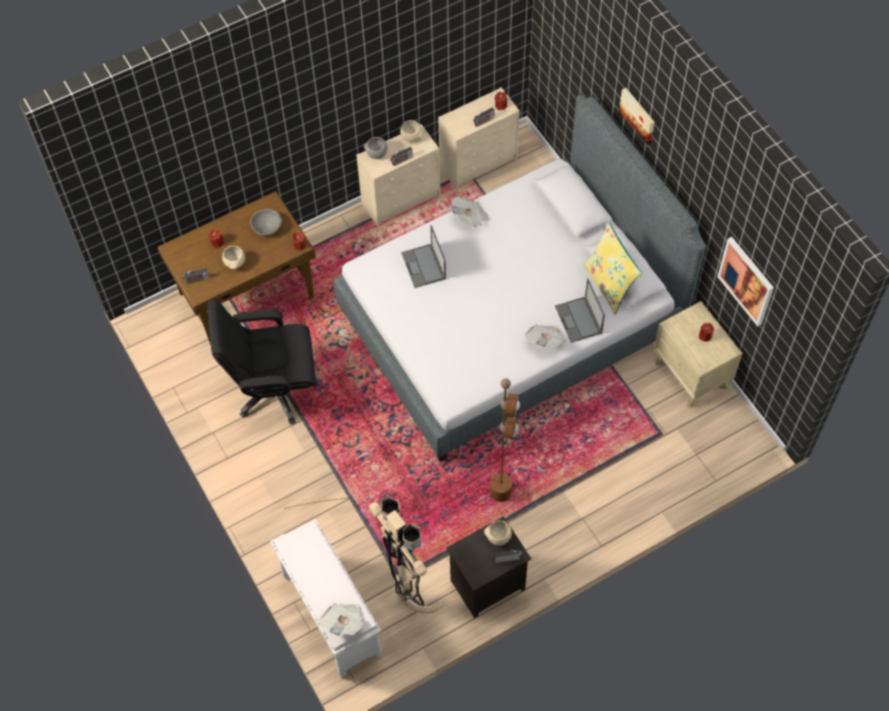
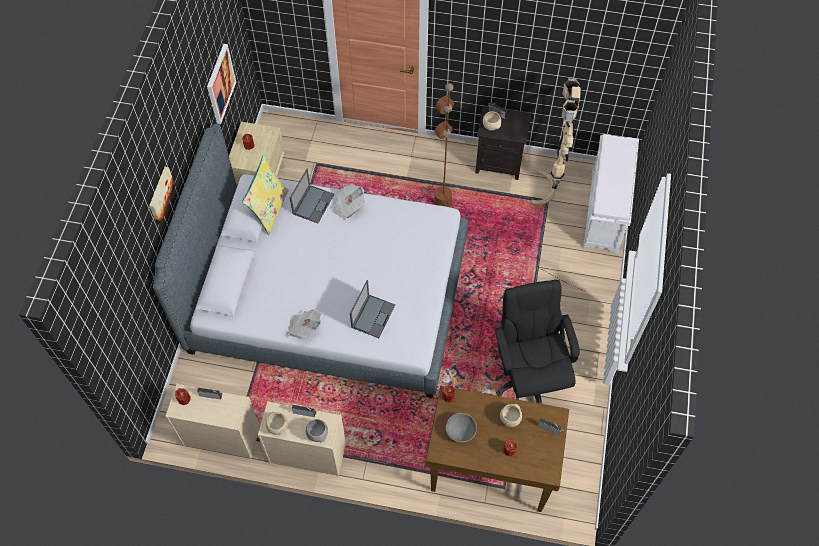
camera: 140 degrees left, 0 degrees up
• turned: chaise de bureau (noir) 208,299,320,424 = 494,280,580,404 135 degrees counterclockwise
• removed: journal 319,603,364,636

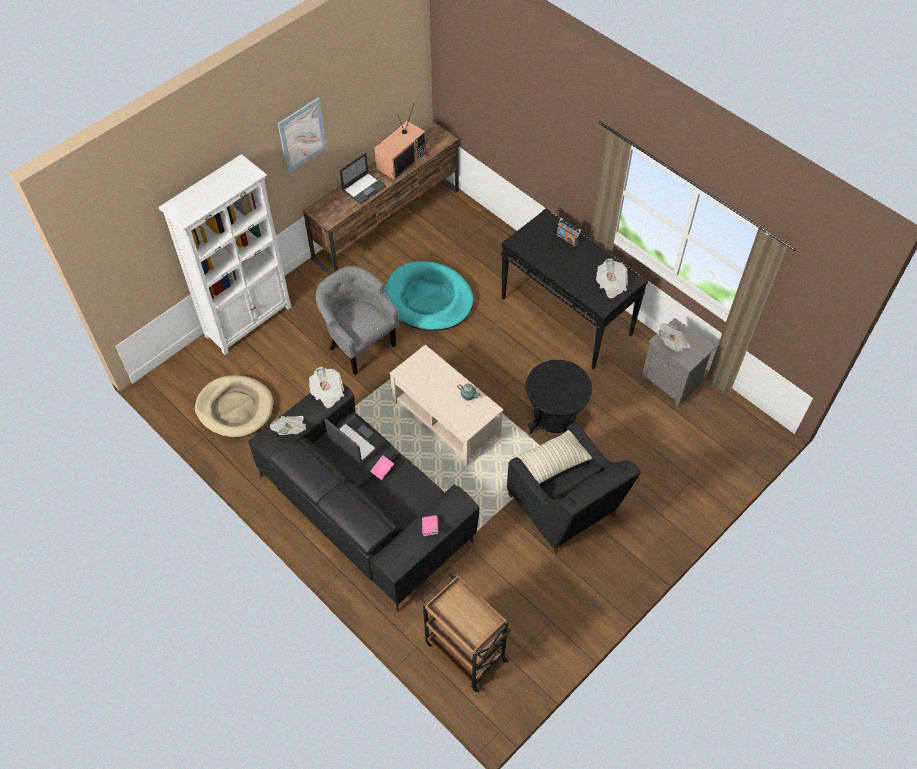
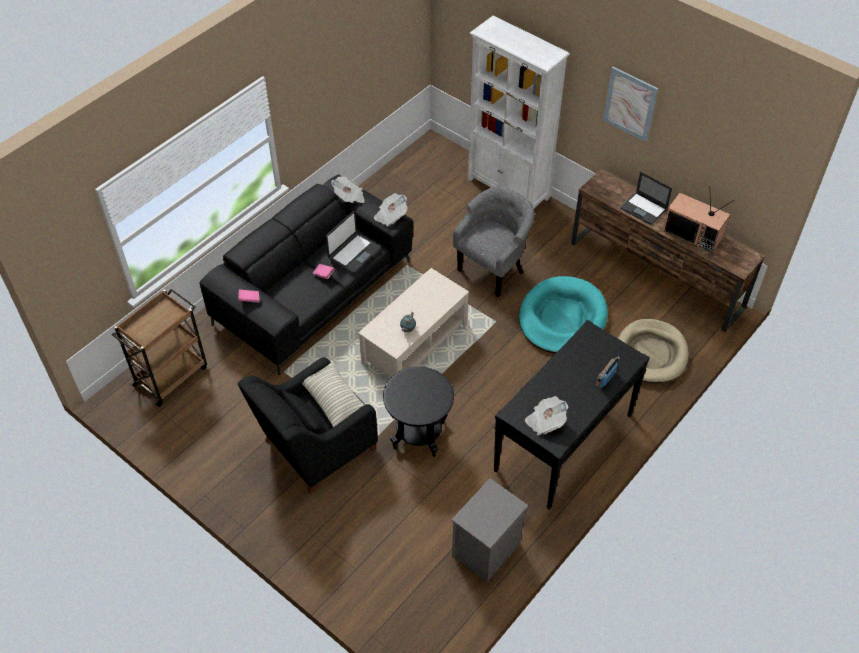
camera: 85 degrees right, 5 degrees down
• moved: panier pour chien (beige) 195,375,274,438 to 618,319,689,383
• removed: journal 657,323,690,352

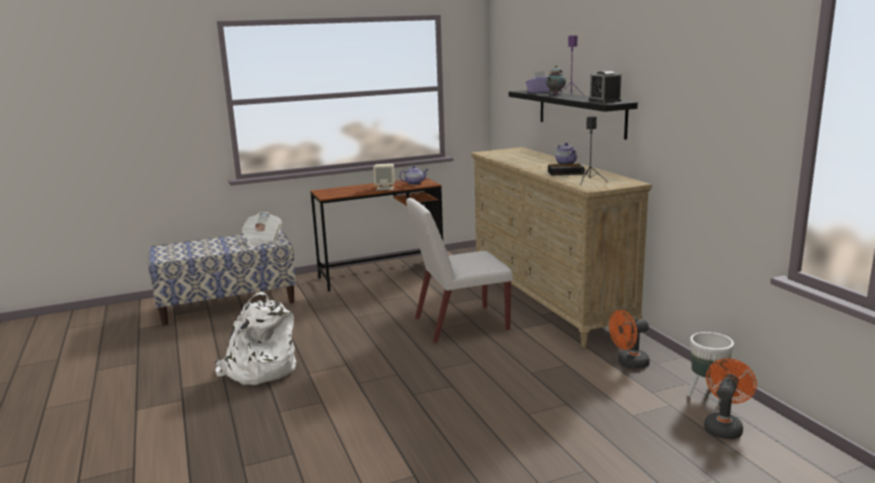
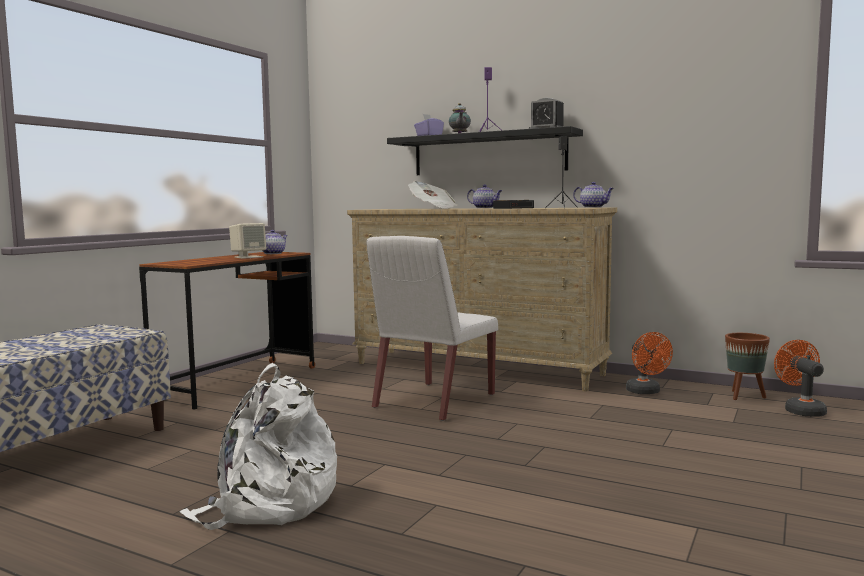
camera: 40 degrees left, 10 degrees down
• moved: journal 241,212,282,247 to 408,181,457,209
• added: théière 573,182,614,208
• turned: ventilateur (orange) 609,310,650,369 = 626,332,673,394 45 degrees counterclockwise
• recoloured: cache-pot (blanc) 687,332,734,402 to cache-pot (marron) 725,333,770,400

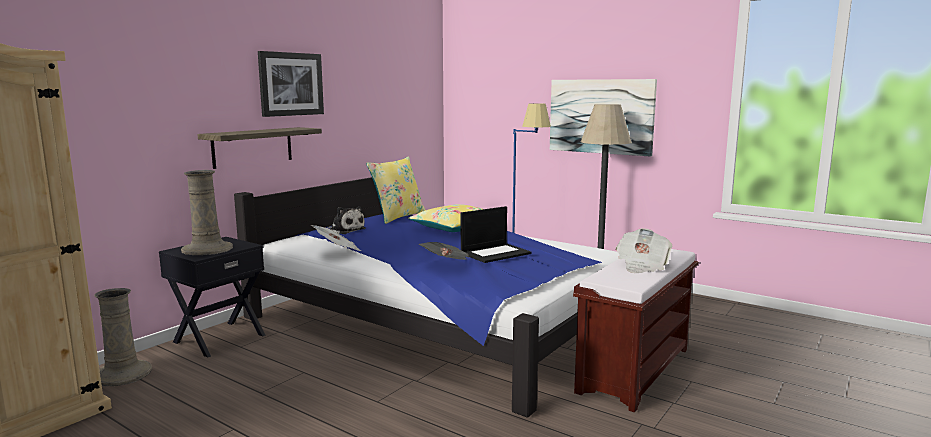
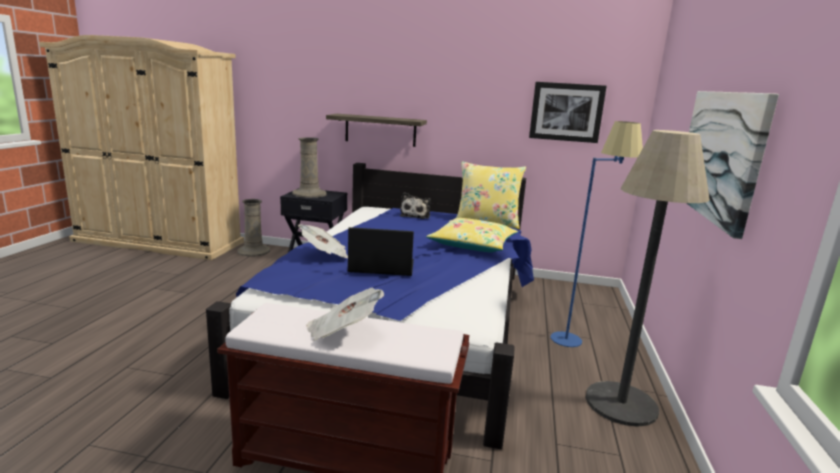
camera: 65 degrees right, 5 degrees up
• turned: ordinateur portable 461,206,532,263 = 348,227,414,276 150 degrees clockwise
• moved: tableau 258,51,324,117 to 529,82,607,143
• removed: journal 311,225,361,251

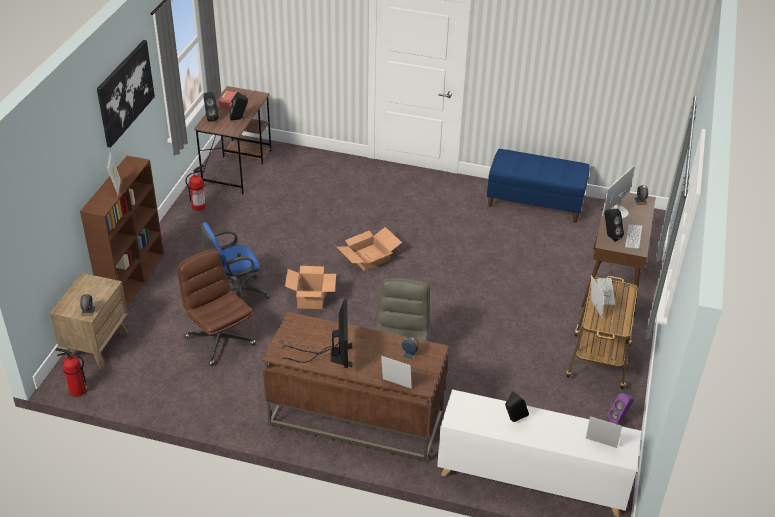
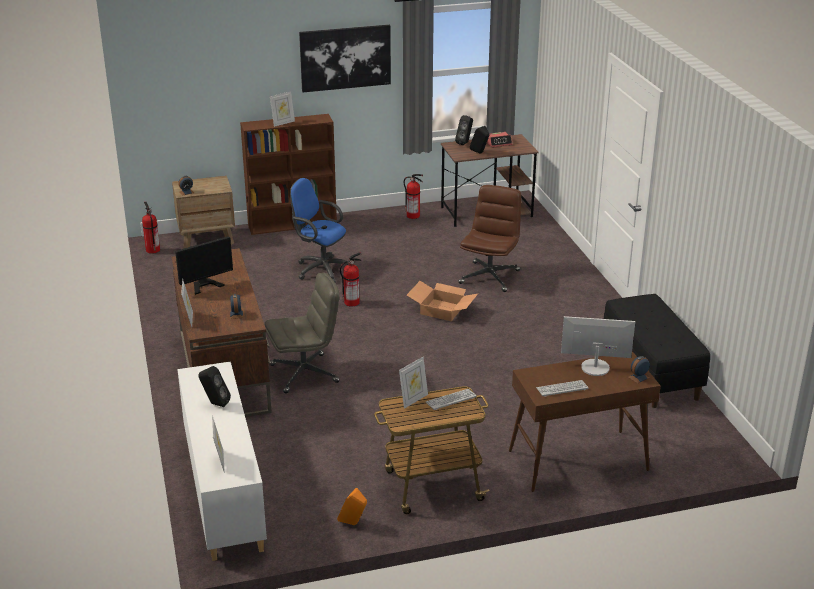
camera: 60 degrees right, 10 degrees down
• recoloured: enceinte (violet) 606,393,634,424 to enceinte (orange) 337,488,367,525
• replaced: carton 285,266,336,309 to extincteur 340,253,362,307
• moved: chaise de bureau (marron) 177,248,256,366 to 459,185,521,292
• recoloured: banc (bleu) 487,149,590,223 to banc (noir) 604,294,710,408
• removed: enceinte (noir) 604,209,624,242

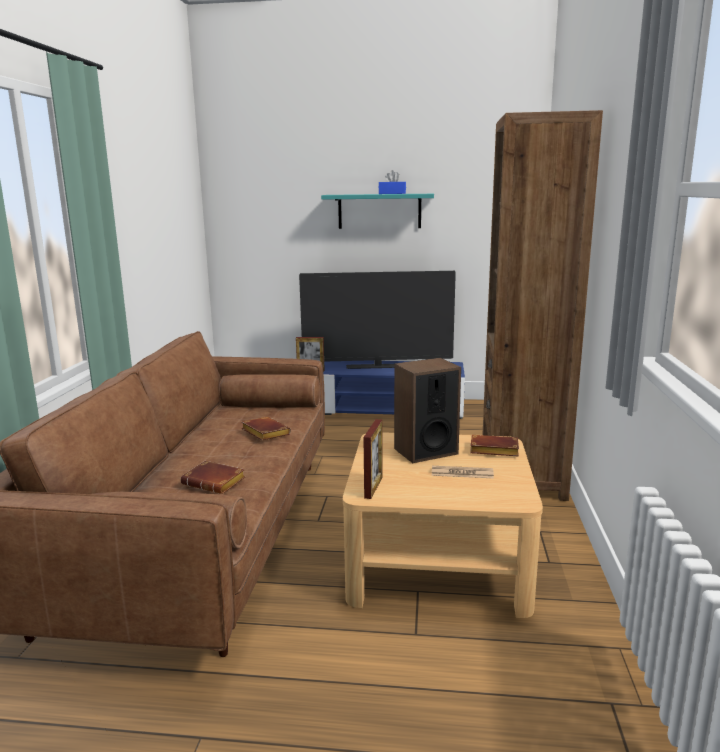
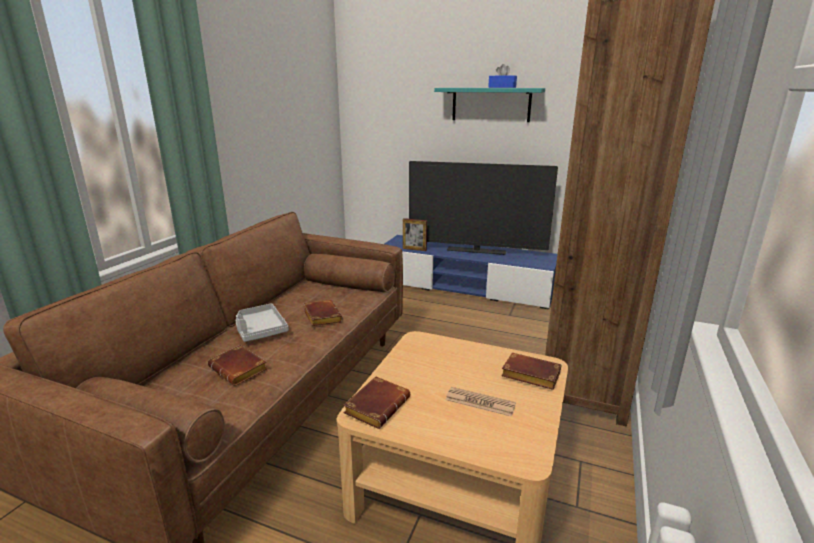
camera: 15 degrees right, 5 degrees up
• added: plateau (gris) 236,303,289,342
• replaced: cadre photo 363,419,383,499 to livre (marron) 343,376,410,429
• removed: enceinte 394,358,461,463

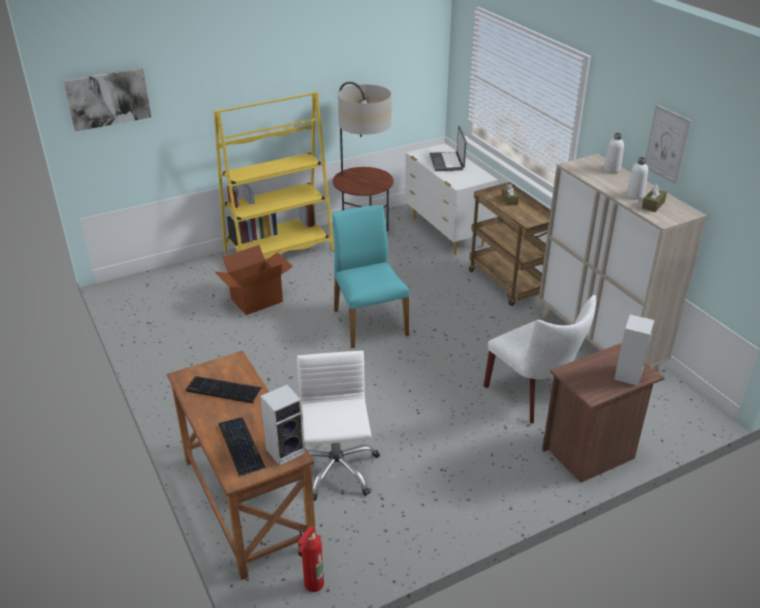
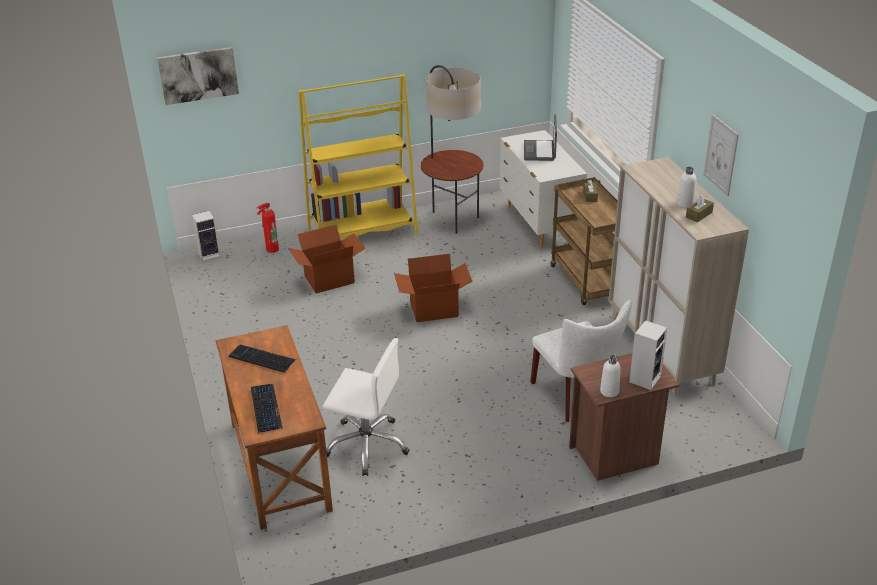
camera: 10 degrees right, 0 degrees up
• moved: enceinte 260,385,305,466 to 191,211,220,261
• moved: extincteur 297,526,324,592 to 257,203,279,253
• turned: chaise de bureau (blanc) 297,351,380,501 = 322,338,410,476 105 degrees clockwise
• replaced: chaise (turquoise) 332,205,409,348 to carton 394,254,473,322
• moved: bouteille (blanc) 604,133,624,173 to 600,355,621,397

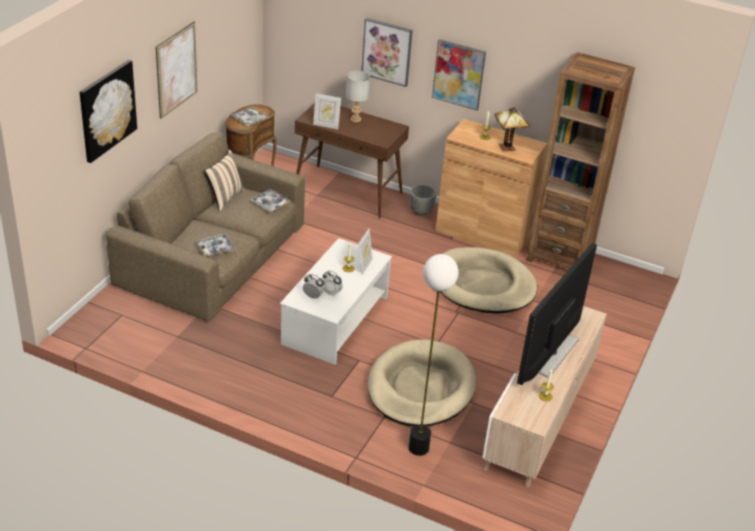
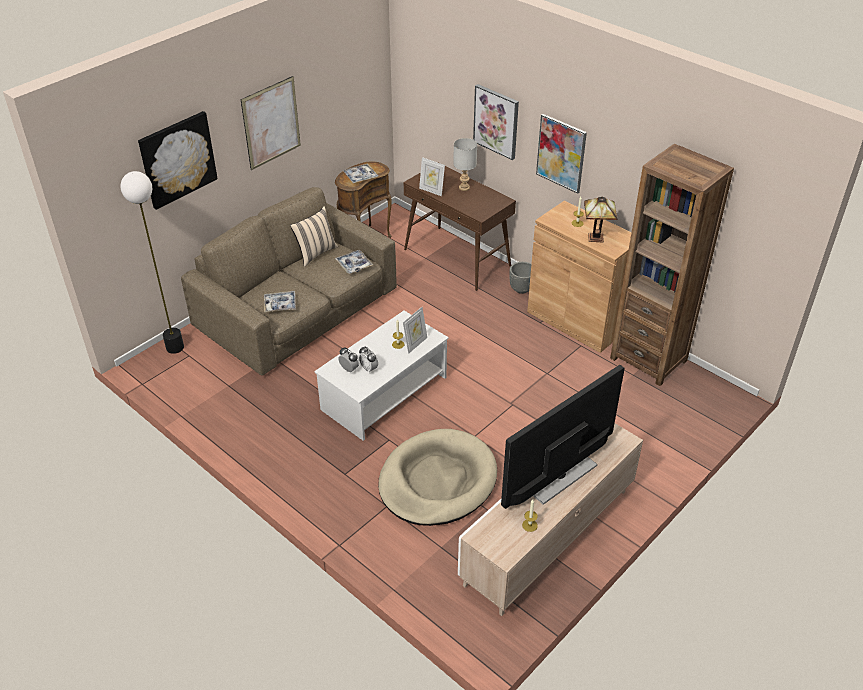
camera: 20 degrees right, 5 degrees up
• moved: lampadaire 409,254,458,456 to 121,171,184,354
• removed: panier pour chien (beige) 439,247,537,313

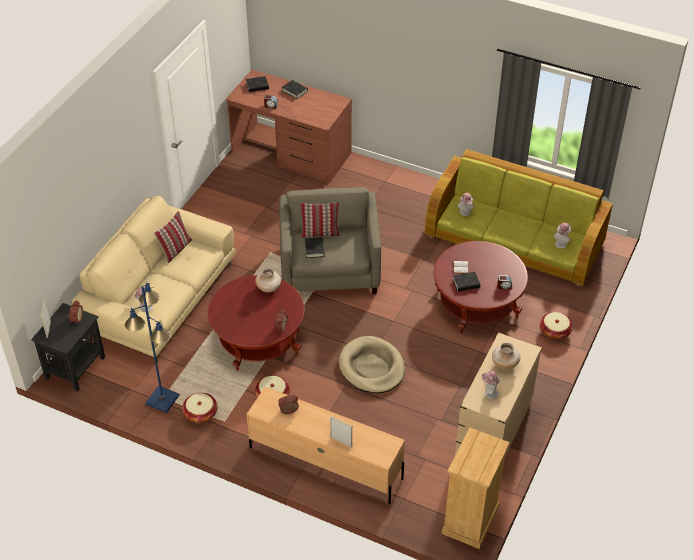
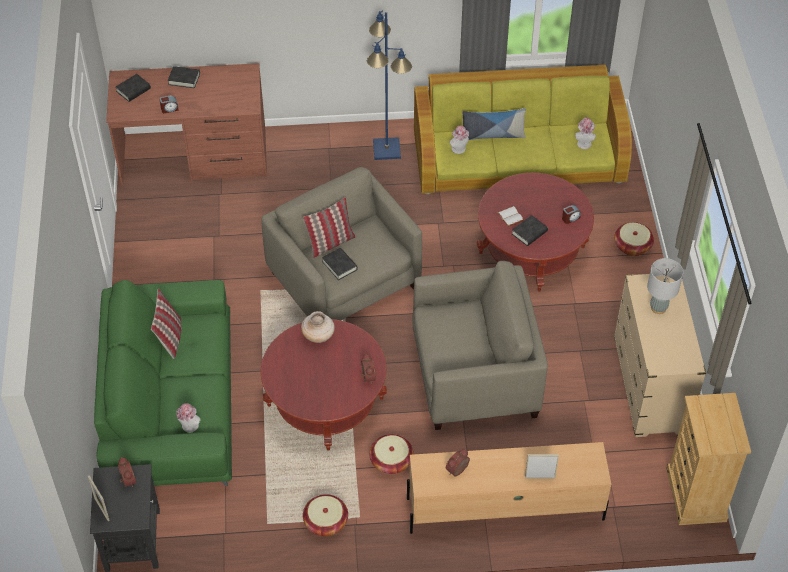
camera: 30 degrees left, 5 degrees up
• recoloured: canapé (beige) 72,196,236,362 to canapé (vert) 94,280,232,486
• moved: lampadaire (bleu) 125,283,179,413 to 367,11,412,160
• replaced: panier pour chien (beige) 339,336,405,393 to fauteuil (beige) 412,261,548,430
• added: coussin 462,108,526,140
• replaced: vase (beige) 492,343,520,370 to lampe de table (gris) 647,258,683,314
• removed: chapeau 482,371,500,399

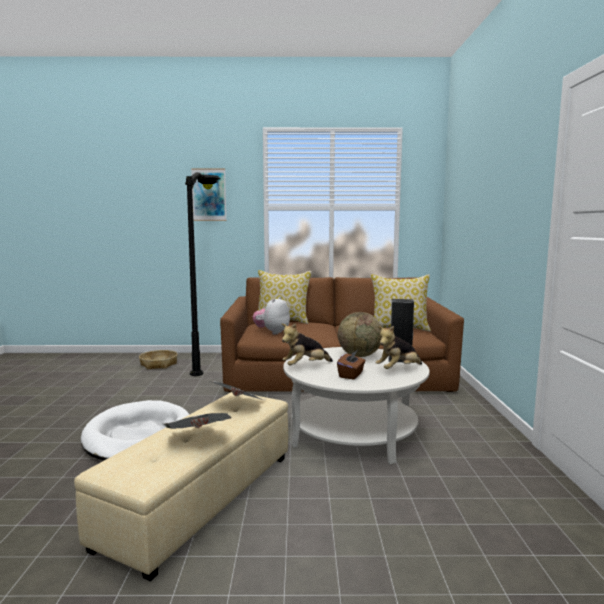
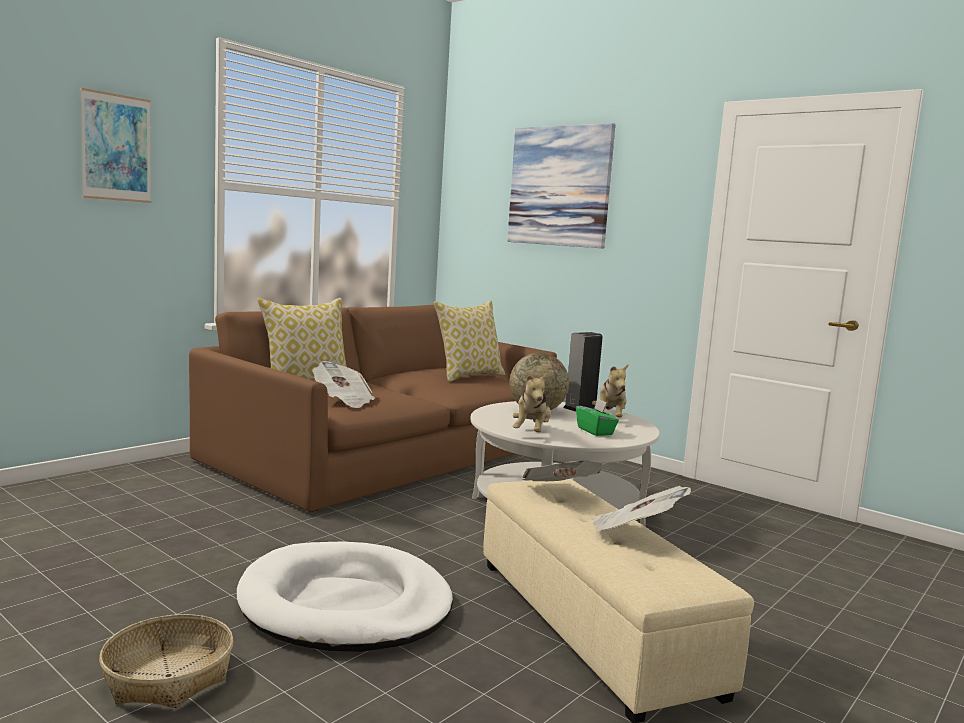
camera: 50 degrees left, 0 degrees up
• moved: panier 139,350,178,369 to 99,614,234,708
• replaced: peluche 253,297,290,334 to journal 312,361,375,408
• added: tableau 507,123,615,249
• recoloured: boîte à mouchoirs (marron) 337,350,365,379 to boîte à mouchoirs (vert) 576,399,619,436
• removed: lampadaire (noir) 185,172,221,376

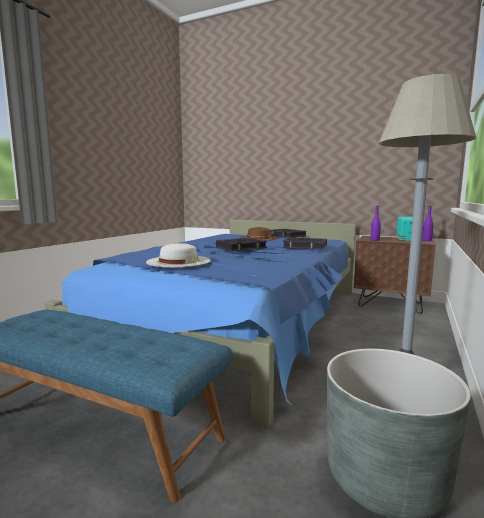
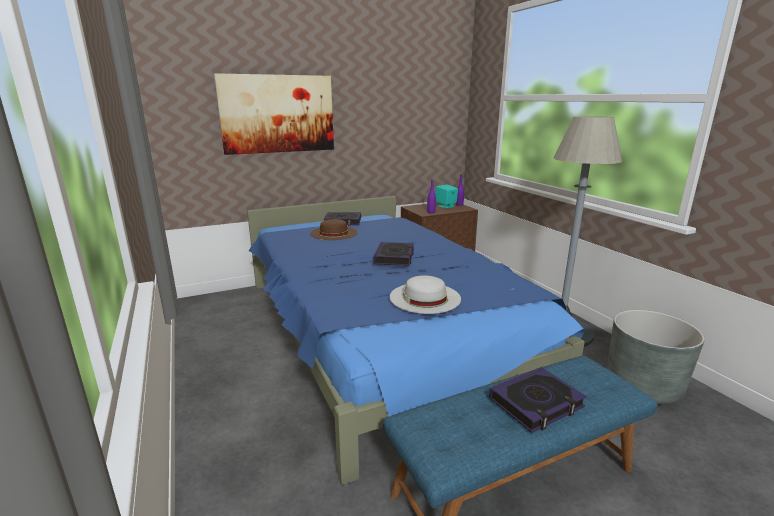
camera: 50 degrees left, 10 degrees up
• added: tableau 214,73,334,155
• moved: livre 283,237,327,250 to 489,367,587,433

